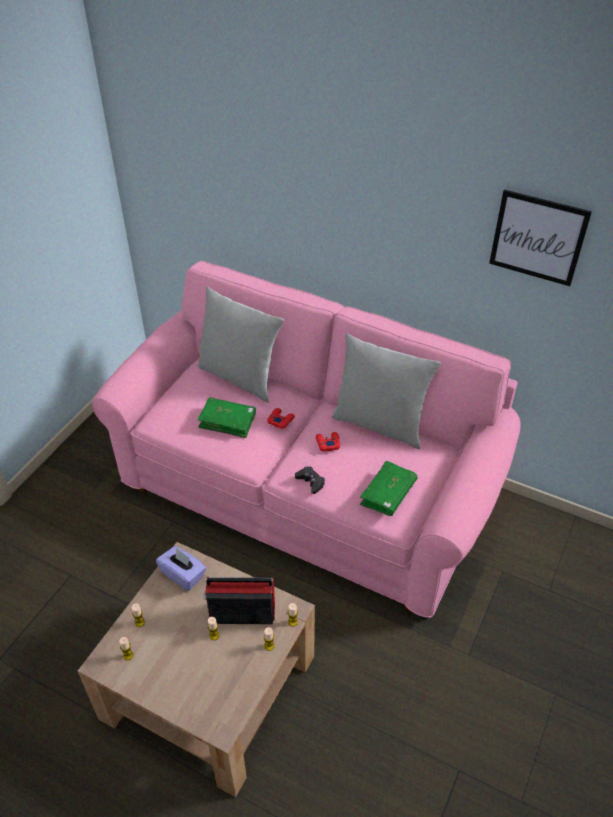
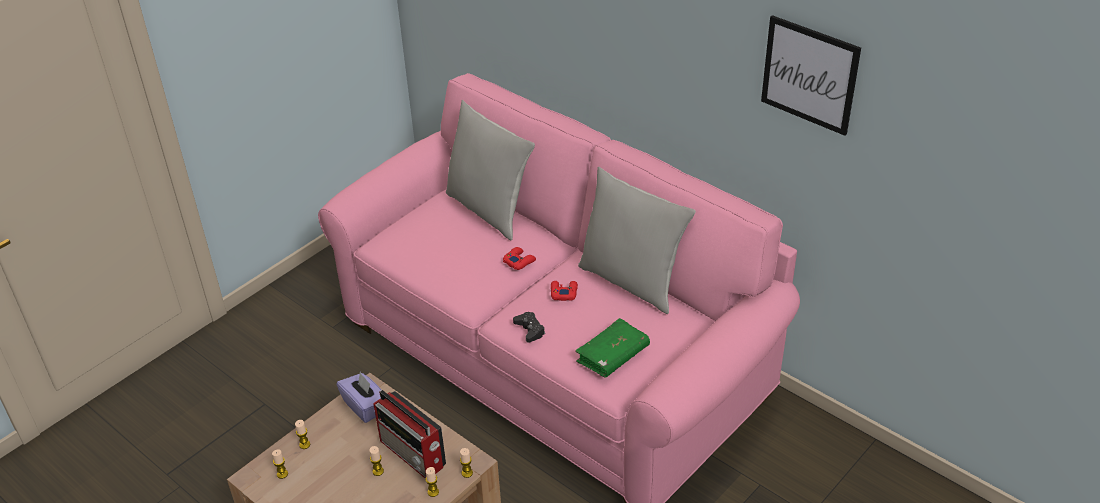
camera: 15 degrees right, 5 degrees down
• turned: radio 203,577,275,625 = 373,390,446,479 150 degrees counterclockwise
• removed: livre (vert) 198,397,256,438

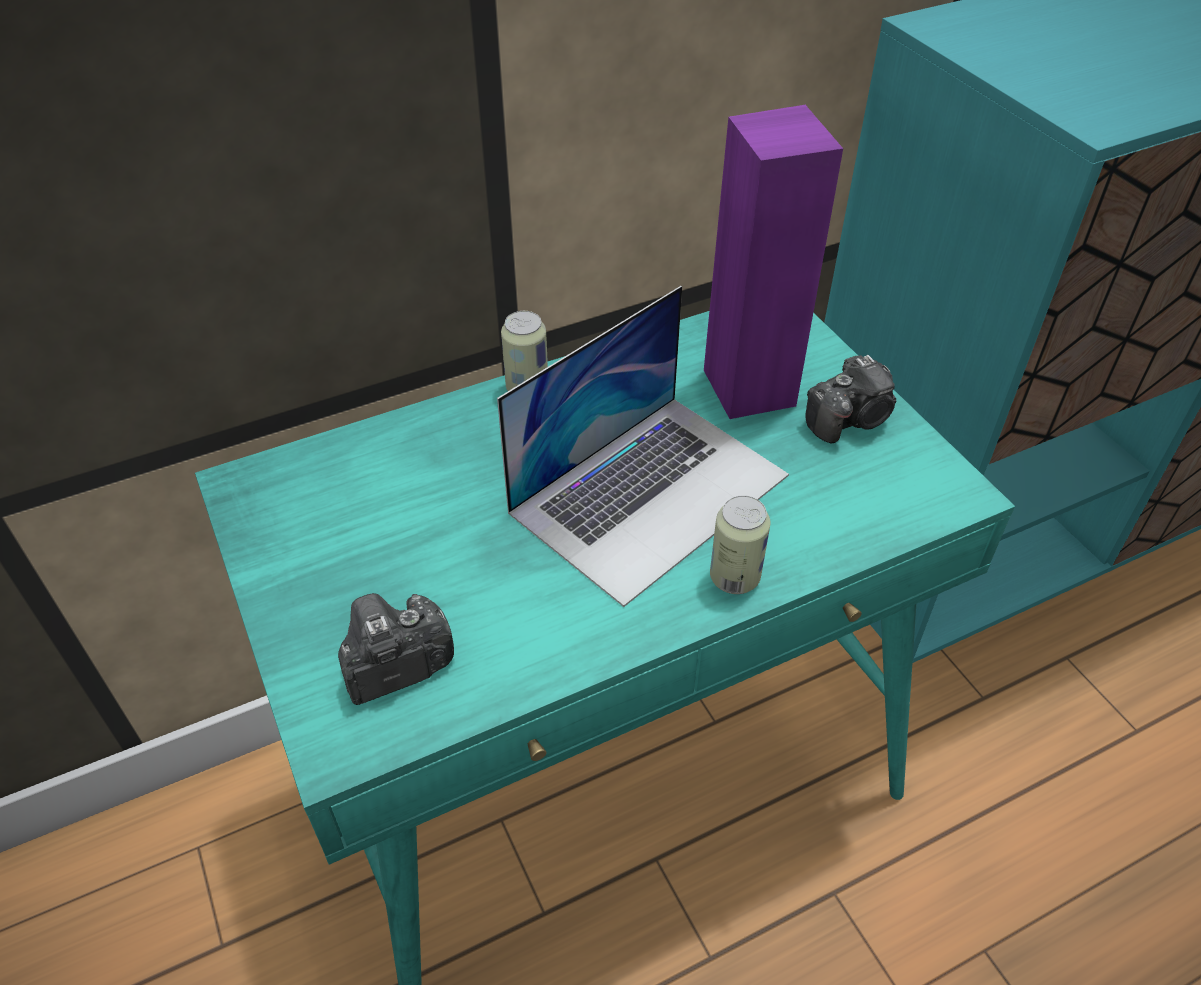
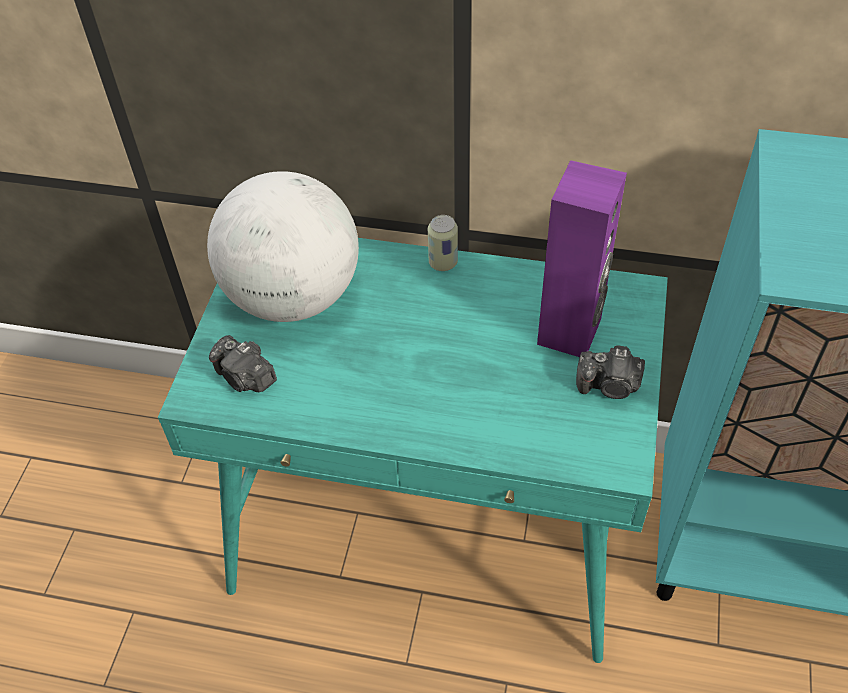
camera: 40 degrees right, 5 degrees up
• added: globe 207,171,359,322
• turned: appareil photo 338,593,454,705 = 209,335,277,392 150 degrees counterclockwise
• removed: ordinateur portable 497,286,789,607
• removed: boîte métallique 710,495,770,594

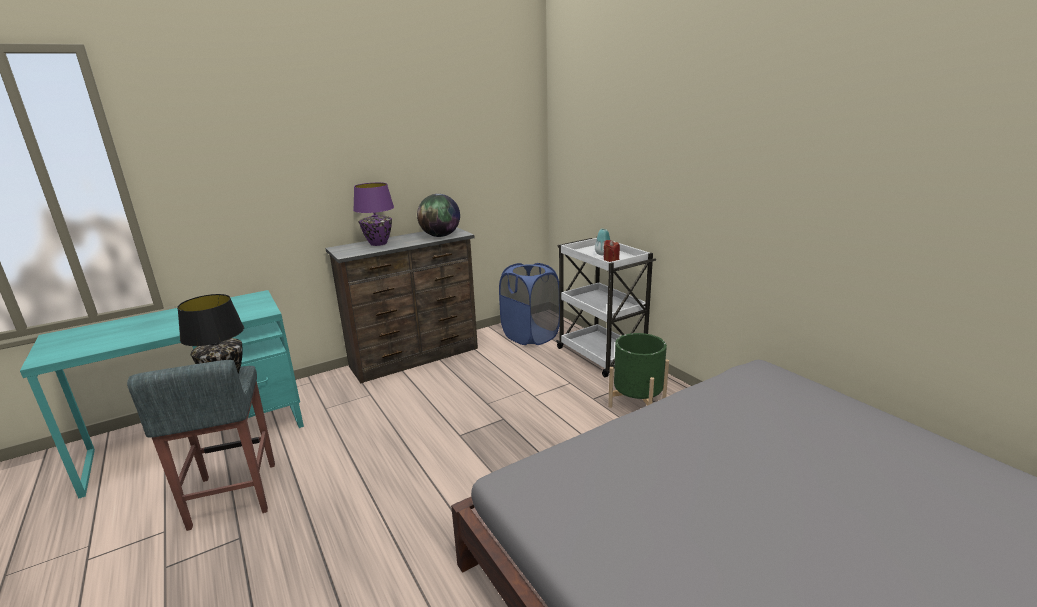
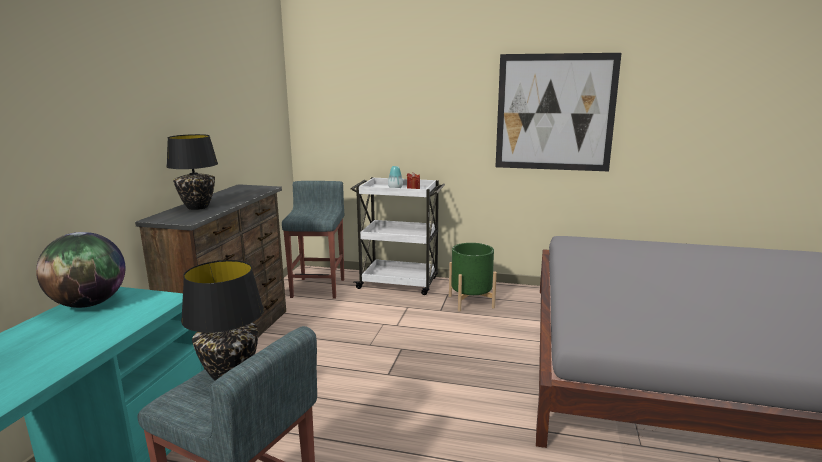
camera: 45 degrees left, 5 degrees down
• moved: globe 417,194,460,237 to 36,232,125,308
• recoloured: lampe de table (violet) 353,182,394,246 to lampe de table (noir) 166,134,218,210
• replaced: panier à linge (bleu) 499,263,559,345 to tabouret (gris) 282,181,344,299
• added: tableau 496,53,622,171

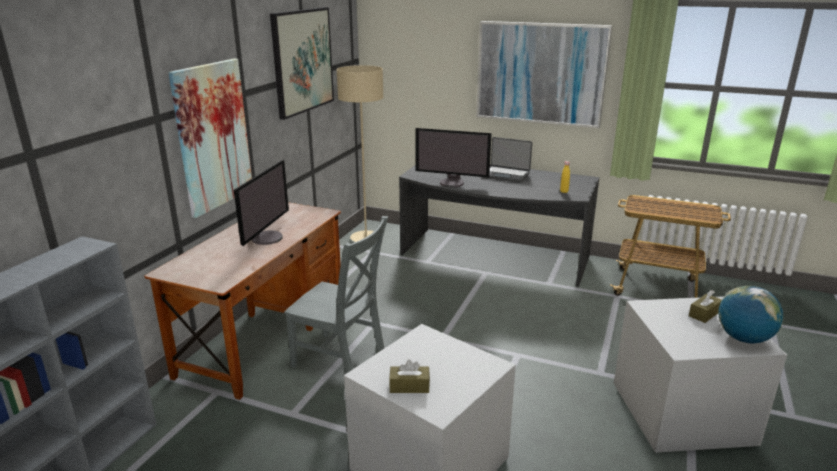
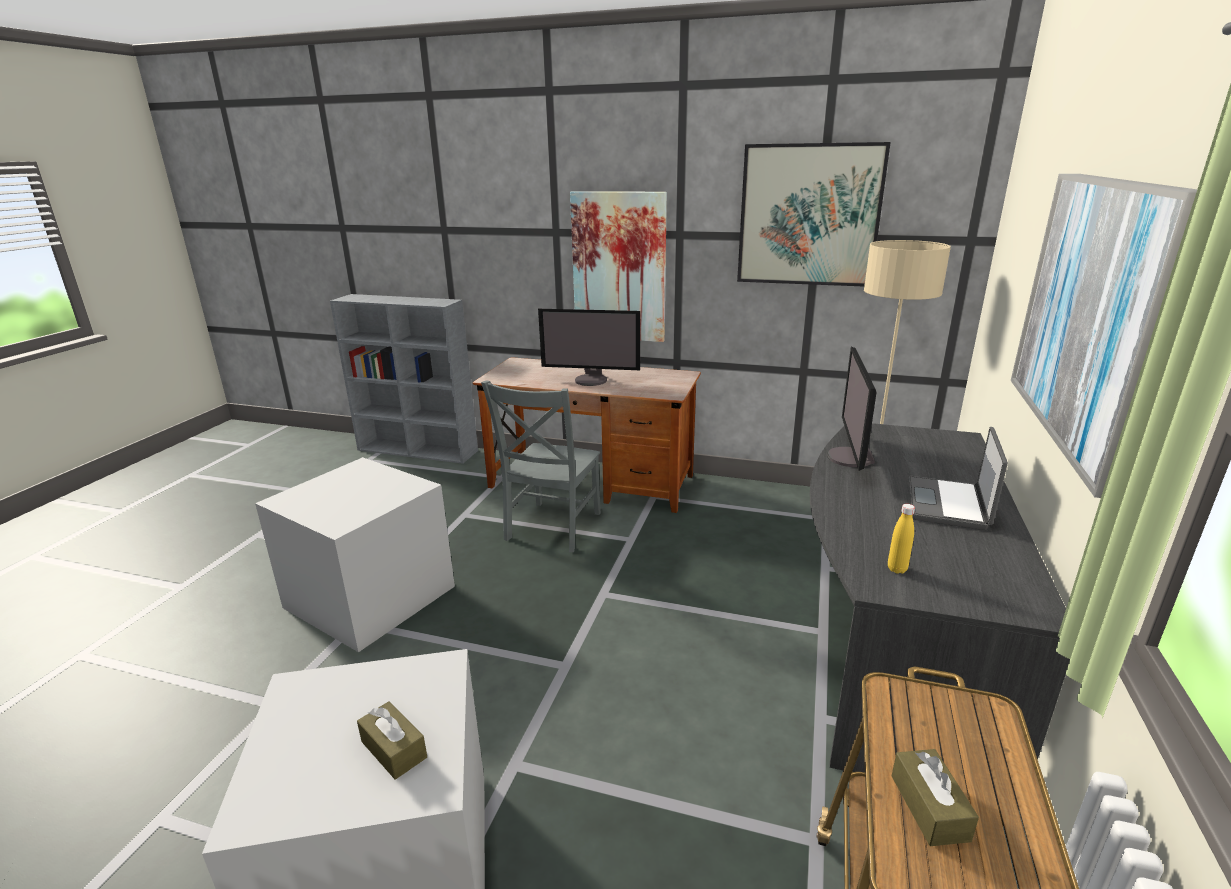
camera: 85 degrees right, 0 degrees up
• moved: boîte à mouchoirs (marron) 389,360,430,393 to 892,749,979,846
• removed: globe 718,286,783,343

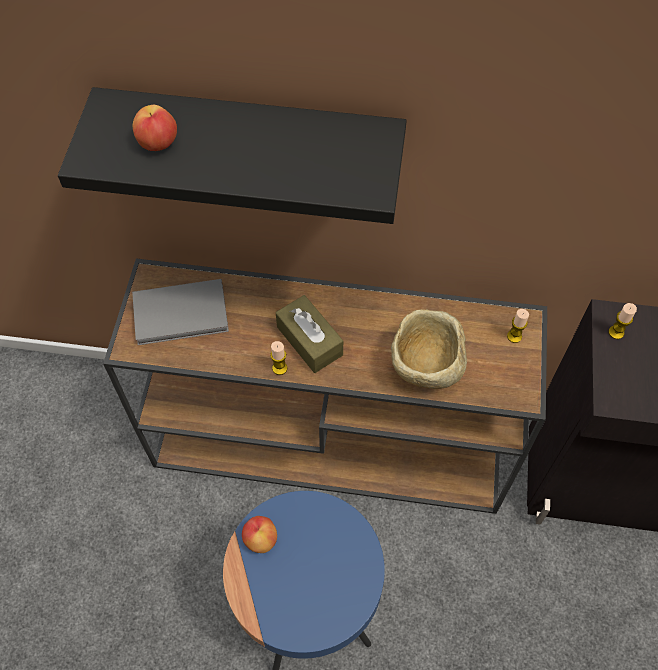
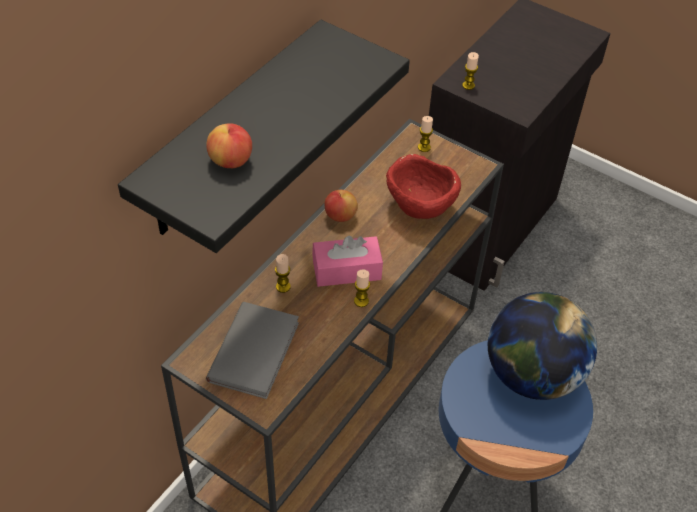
camera: 65 degrees left, 10 degrees down
• added: bougie 275,254,291,293
• recoloured: boîte à mouchoirs (marron) 276,295,343,373 to boîte à mouchoirs (rose) 312,236,383,287
• moved: pomme 242,516,277,553 to 324,190,358,222
• recoloured: bol (beige) 391,309,467,389 to bol (rouge) 386,154,461,219
• added: globe 488,292,597,400

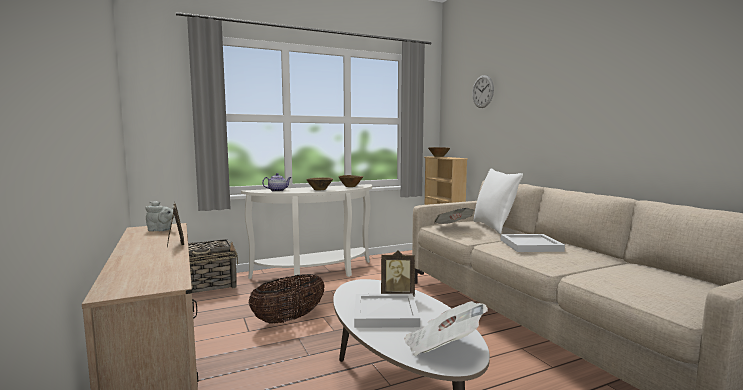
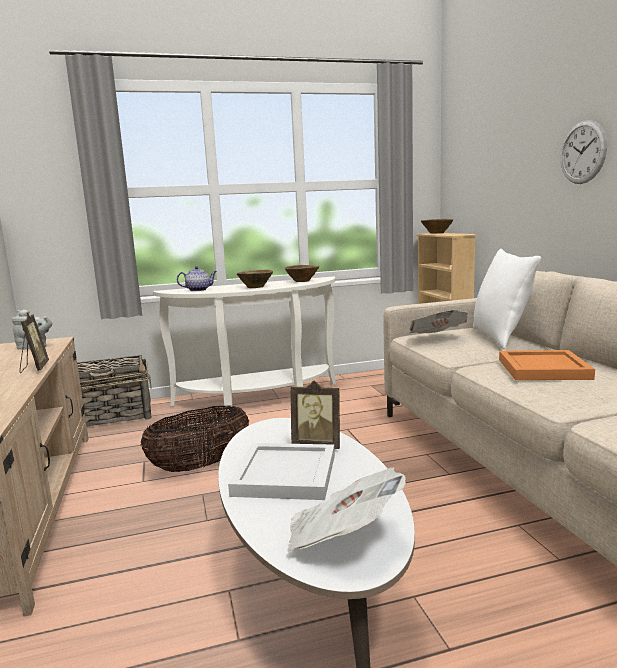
camera: 10 degrees right, 5 degrees up
• recoloured: plateau (blanc) 501,234,565,252 to plateau (orange) 499,350,595,380
• moved: horloge murale 472,75,494,108 to 561,120,607,184

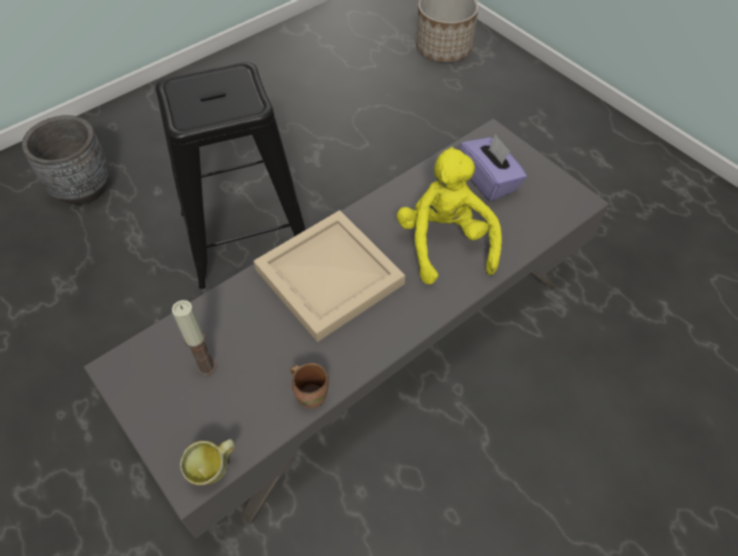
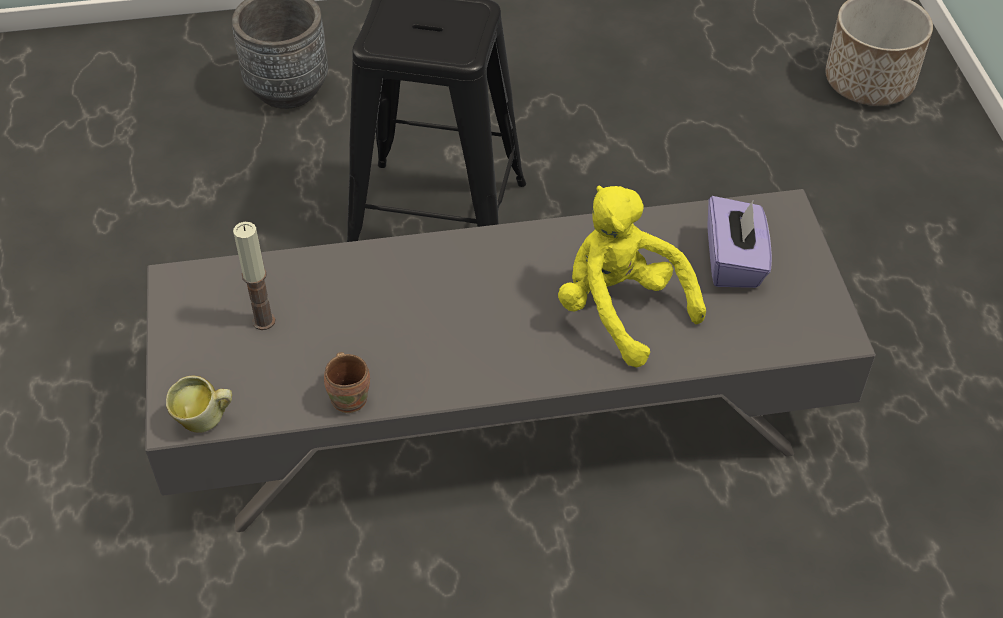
camera: 30 degrees right, 5 degrees down
• turned: peluche (jaune) 397,147,502,284 = 558,185,706,368 60 degrees counterclockwise
• removed: plateau (beige) 254,210,405,342

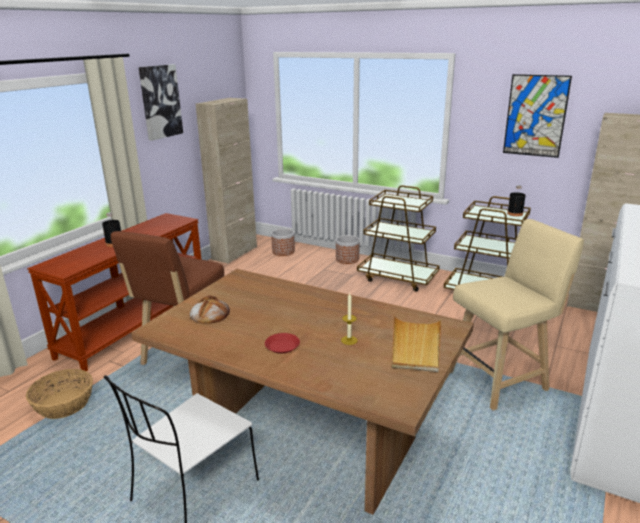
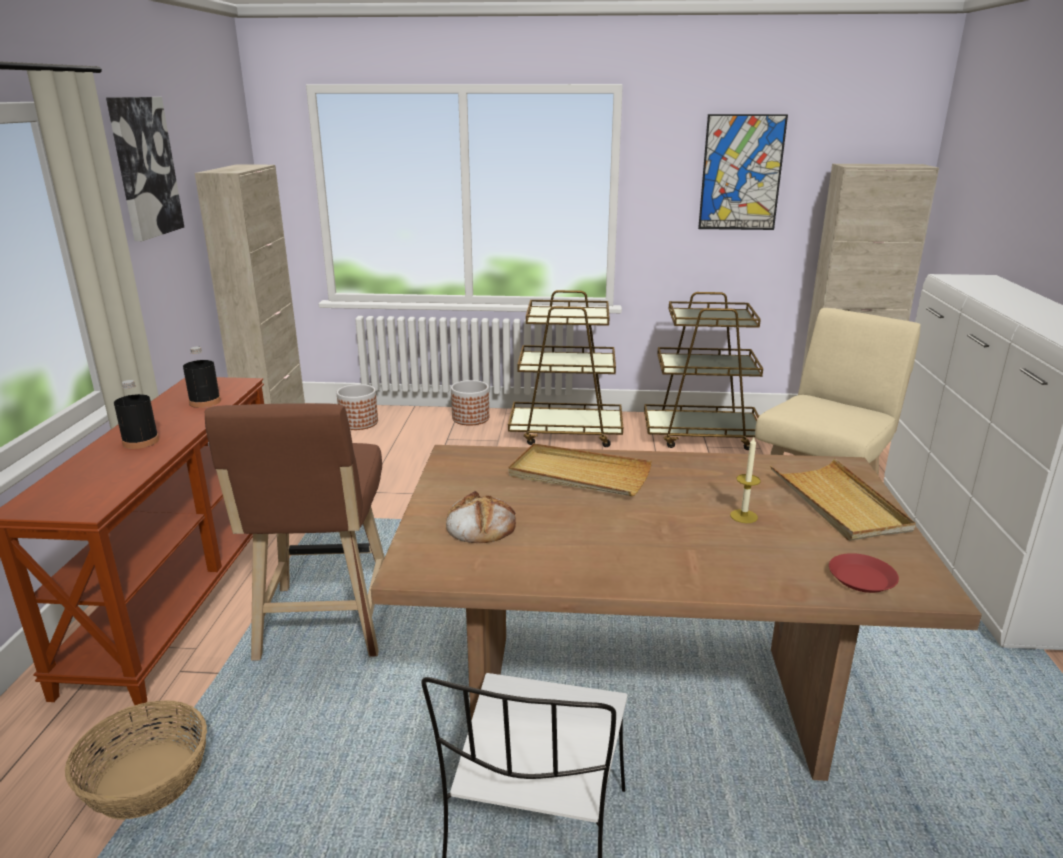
camera: 25 degrees left, 0 degrees up
• moved: bouteille (noir) 507,185,526,216 to 183,346,221,408
• added: plateau (beige) 508,443,652,496
• moved: assiette (rouge) 265,333,300,353 to 829,553,899,593

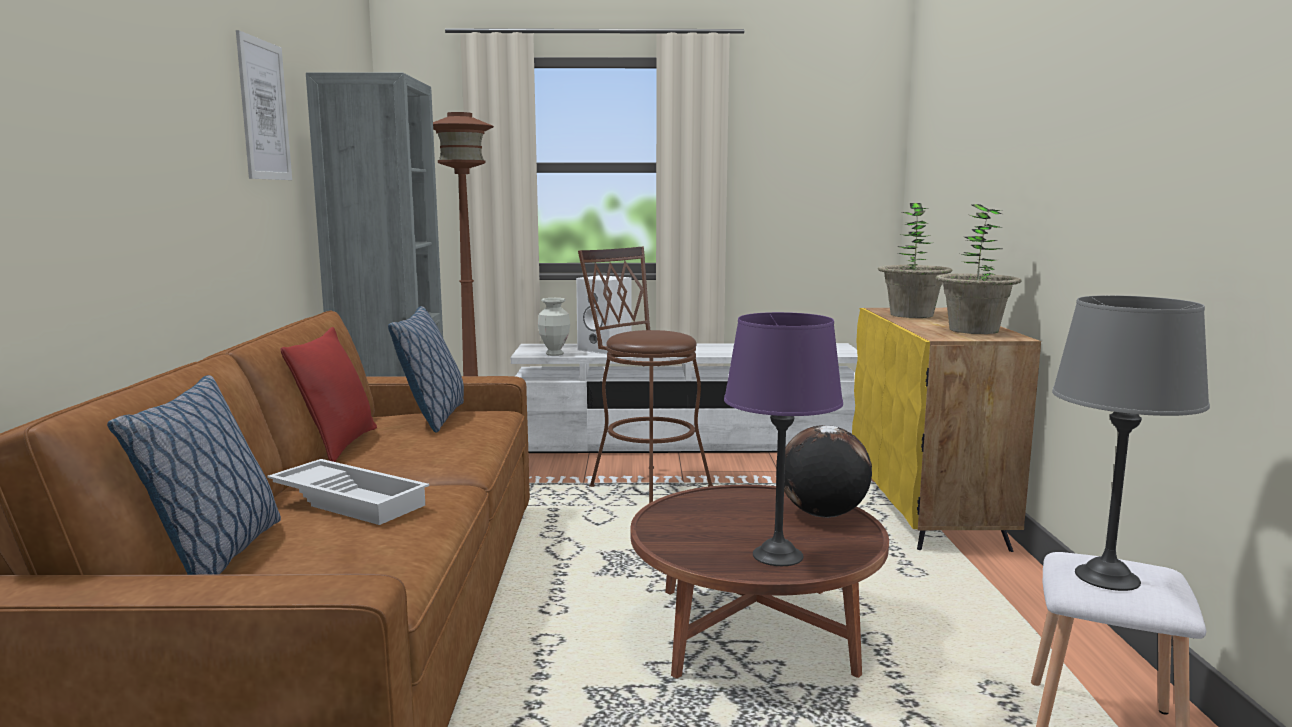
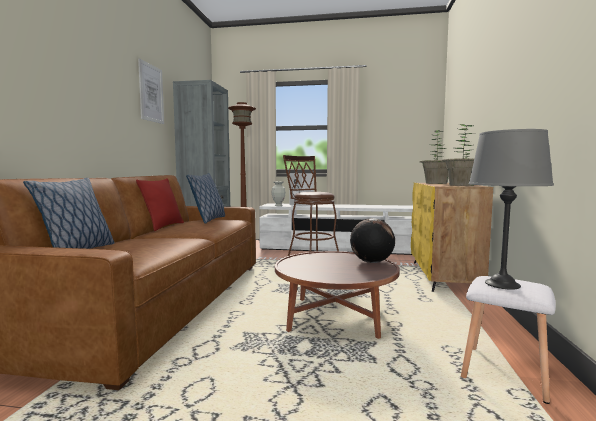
camera: 10 degrees right, 5 degrees down
• removed: plateau (blanc) 267,459,429,525
• removed: lampe de table (violet) 724,312,843,566

